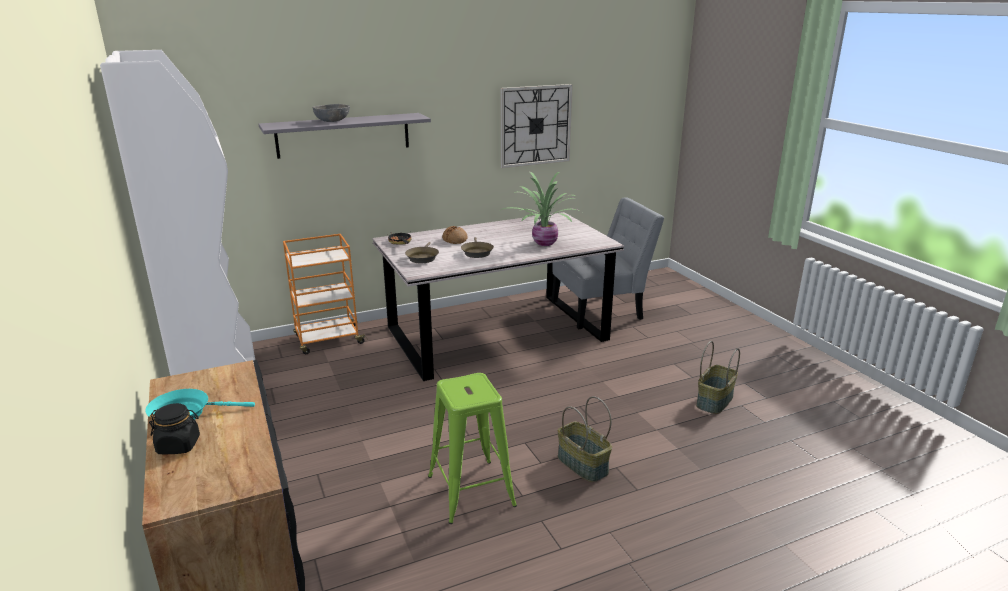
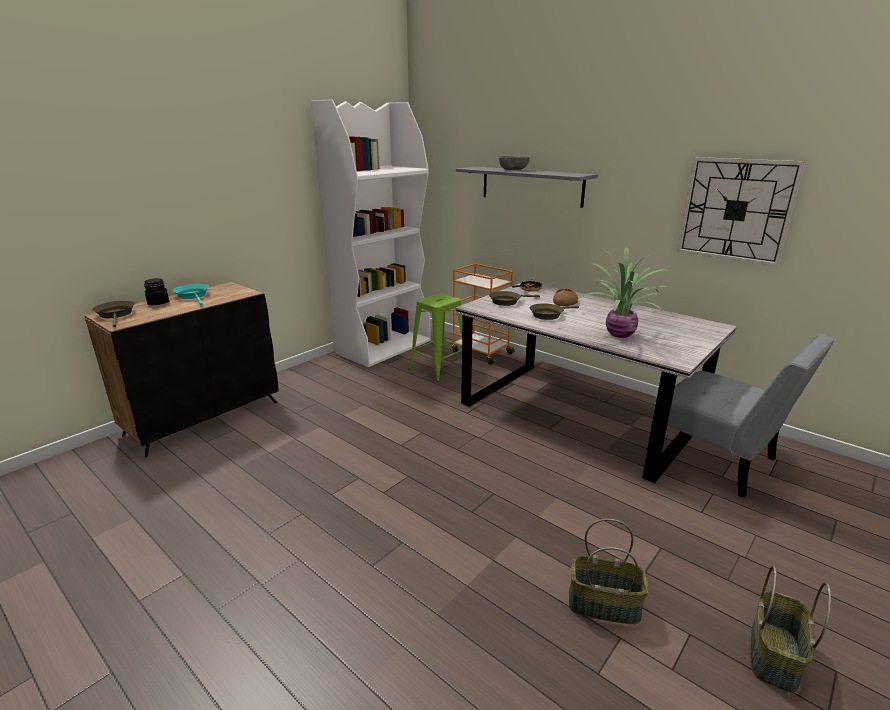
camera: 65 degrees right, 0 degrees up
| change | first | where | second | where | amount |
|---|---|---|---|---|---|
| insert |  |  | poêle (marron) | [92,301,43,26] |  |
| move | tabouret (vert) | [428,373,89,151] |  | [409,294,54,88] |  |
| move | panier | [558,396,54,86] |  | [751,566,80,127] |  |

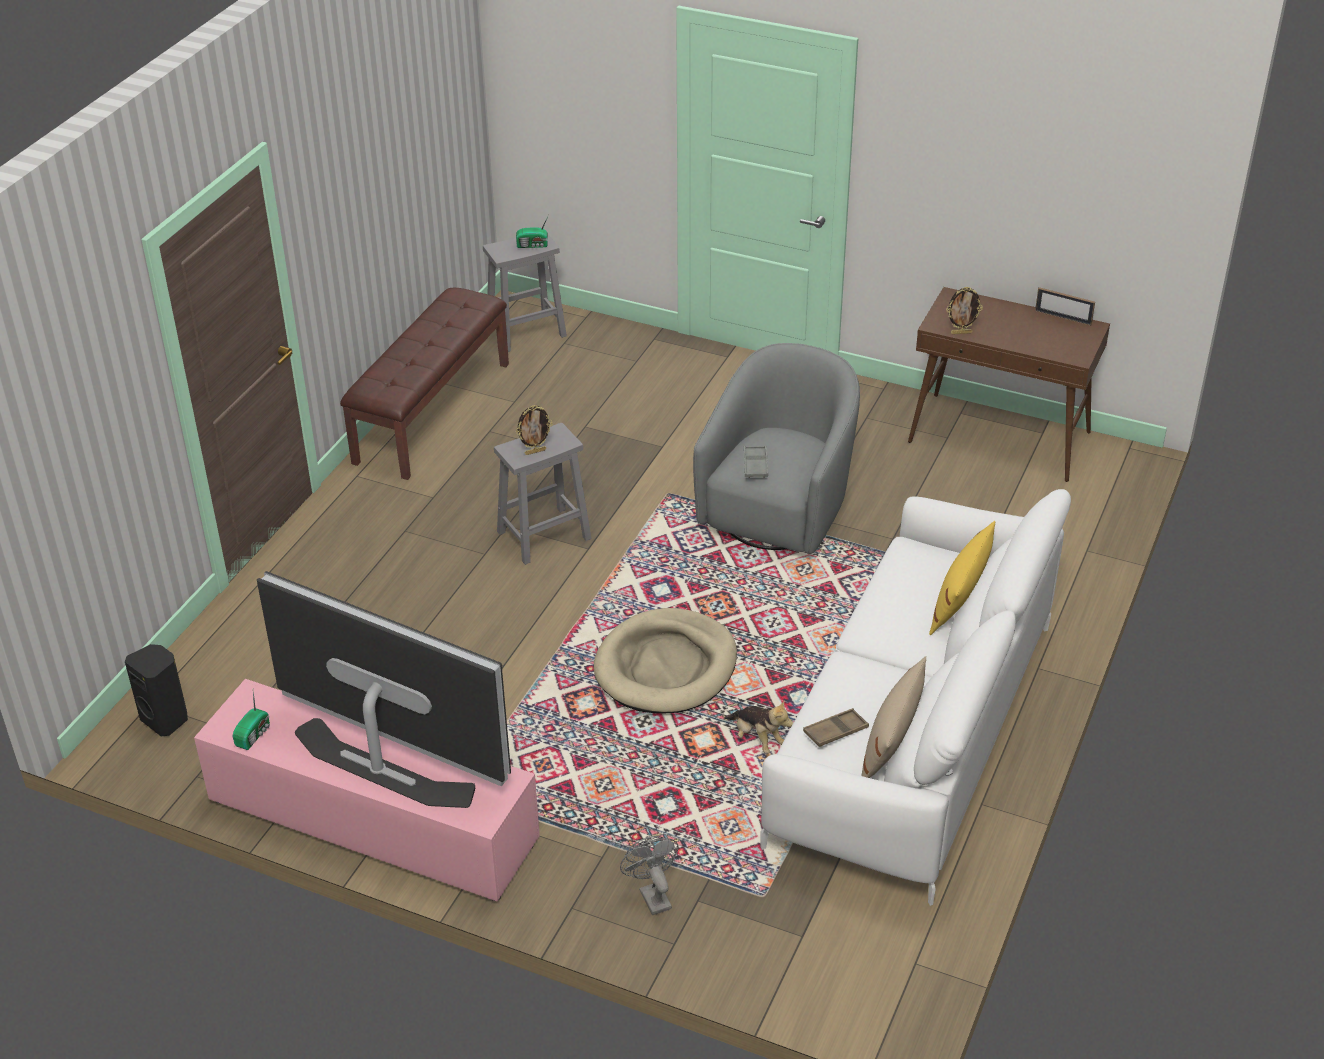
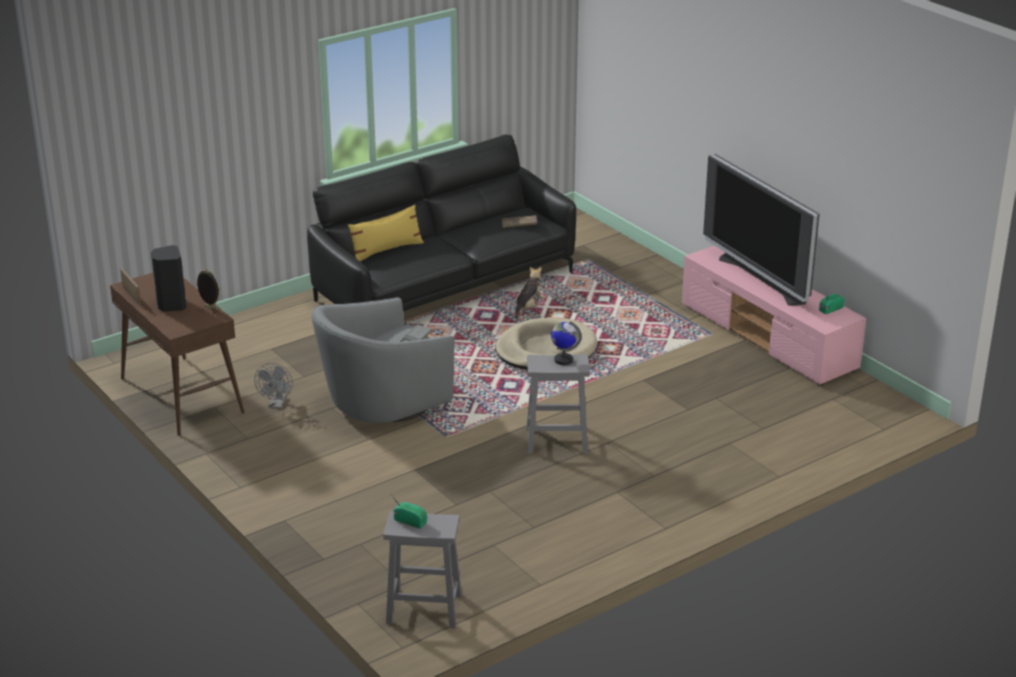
camera: 150 degrees left, 10 degrees down
| change | first | where | second | where | amount |
|---|---|---|---|---|---|
| delete | banc (marron) | [340,288,169,192] |  |  |  |
| delete | coussin (beige) | [861,656,65,122] |  |  |  |
| move | enceinte (noir) | [125,644,63,92] |  | [151,245,35,67] |  |
| move | ventilateur (gris) | [620,836,58,79] |  | [254,363,39,46] |  |
| replace | cadre photo | [516,405,37,50] | globe | [551,321,31,44] |  |
| recolor | canapé (blanc) | [760,489,311,417] | canapé (noir) | [307,134,269,177] |  |
| rotate | peluche | [725,701,68,53] |  | [515,267,30,52] | 45 degrees clockwise |

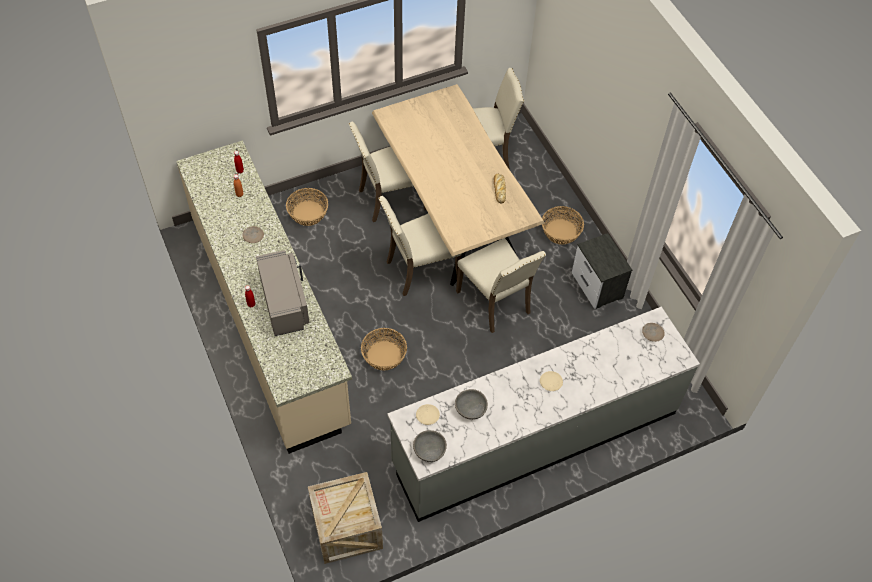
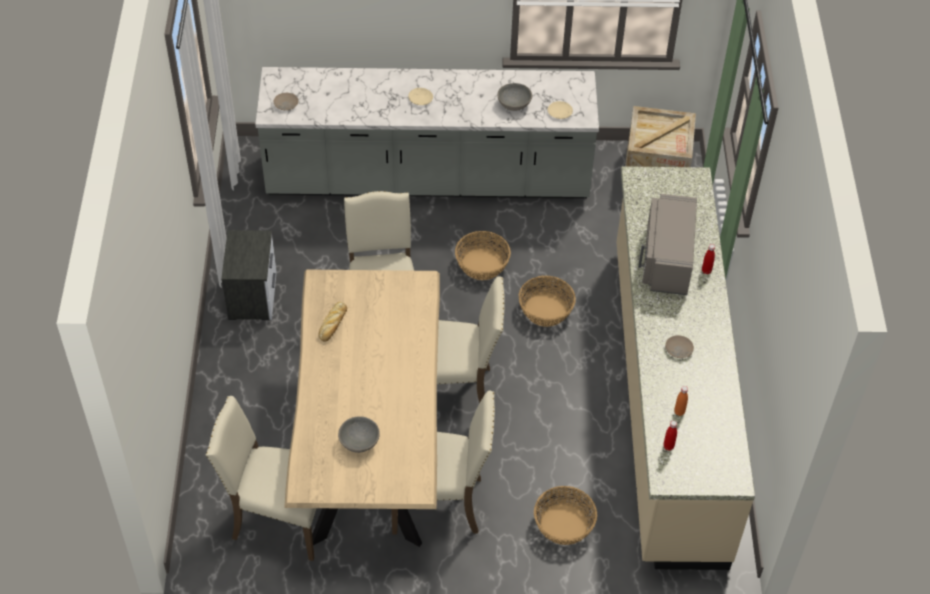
camera: 155 degrees left, 5 degrees down
| change | first | where | second | where | amount |
|---|---|---|---|---|---|
| move | bol (gris) | [413,430,34,32] |  | [338,416,42,37] |  |
| move | panier | [542,206,42,39] |  | [455,231,56,49] |  |

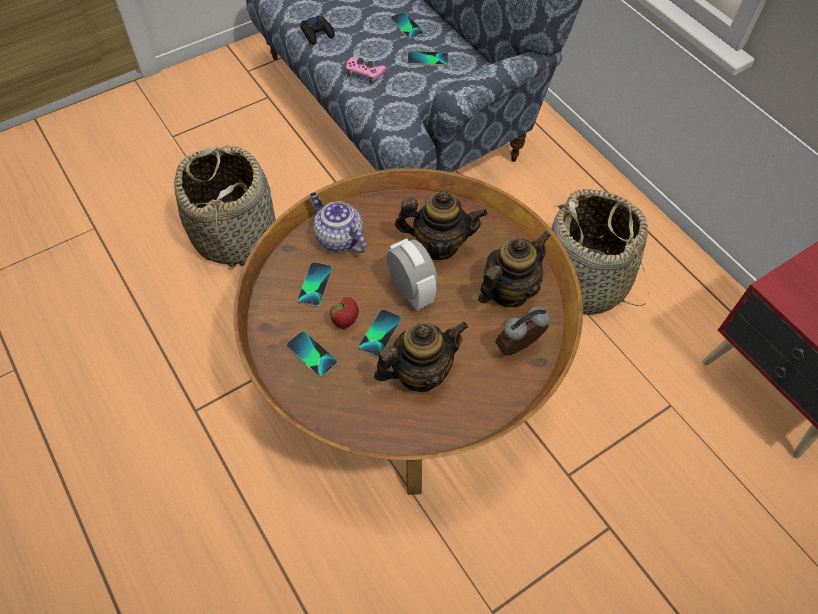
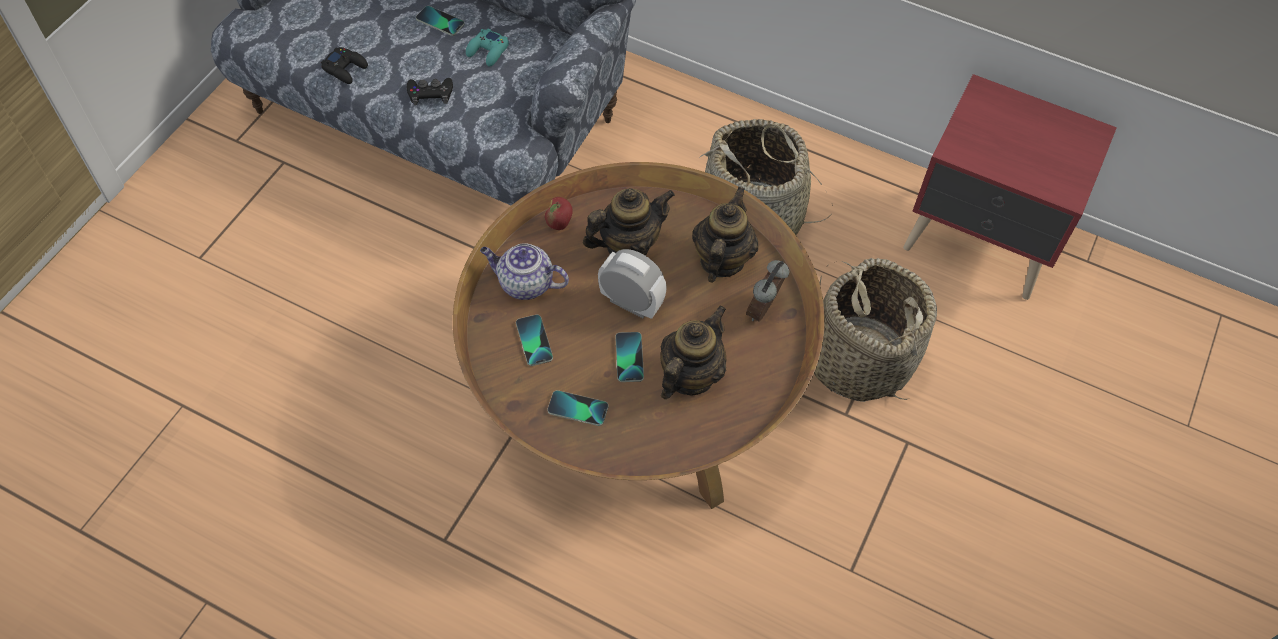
camera: 30 degrees left, 0 degrees up
| change | first | where | second | where | amount |
|---|---|---|---|---|---|
| move | panier | [174,145,102,125] |  | [814,258,123,144] |  |
| move | pomme | [330,297,29,32] |  | [545,197,28,33] |  |
| replace | téléphone | [408,51,40,15] | manette (turquoise) | [466,29,43,38] |  |
| recolor | manette (rose) | [346,57,40,27] | manette (noir) | [407,78,46,27] |  |

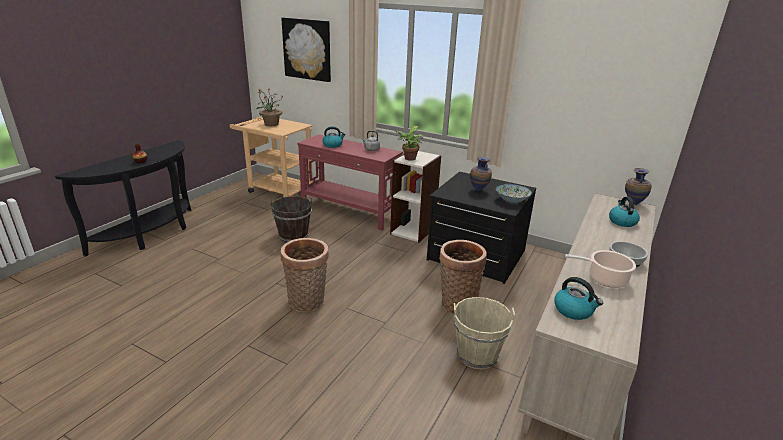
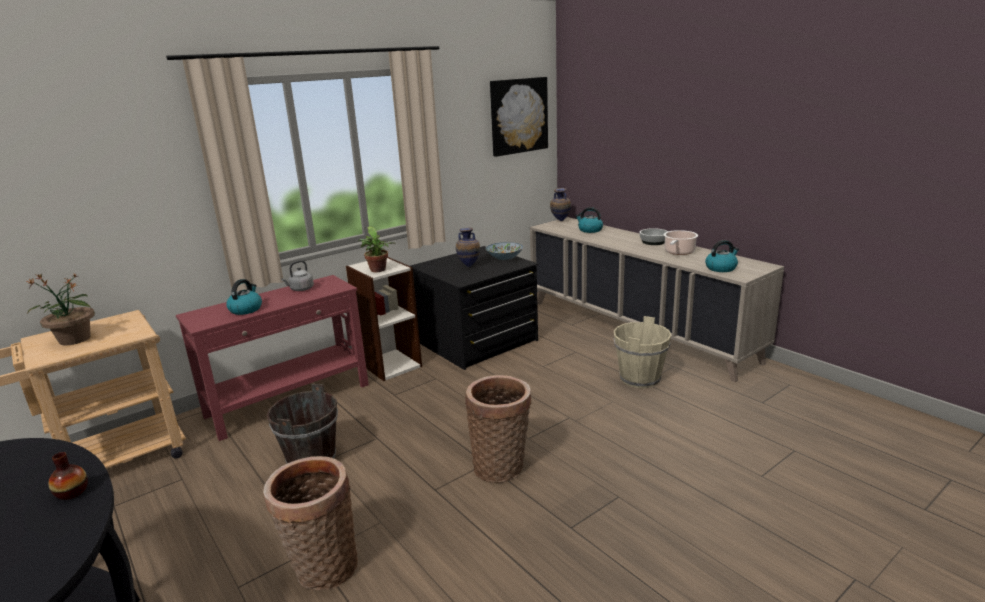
camera: 65 degrees left, 5 degrees down
| change | first | where | second | where | amount |
|---|---|---|---|---|---|
| move | tableau | [281,18,50,64] |  | [490,77,58,80] |  |
| move | panier | [440,240,47,74] |  | [263,456,95,134] |  |

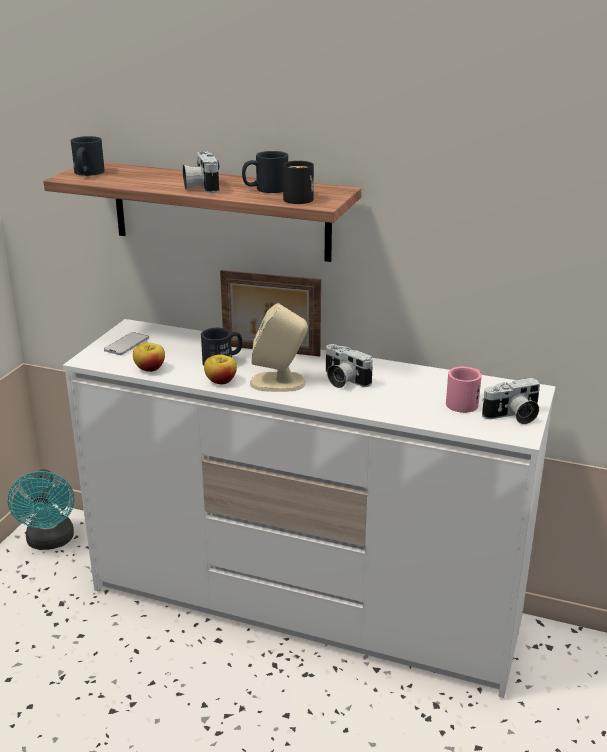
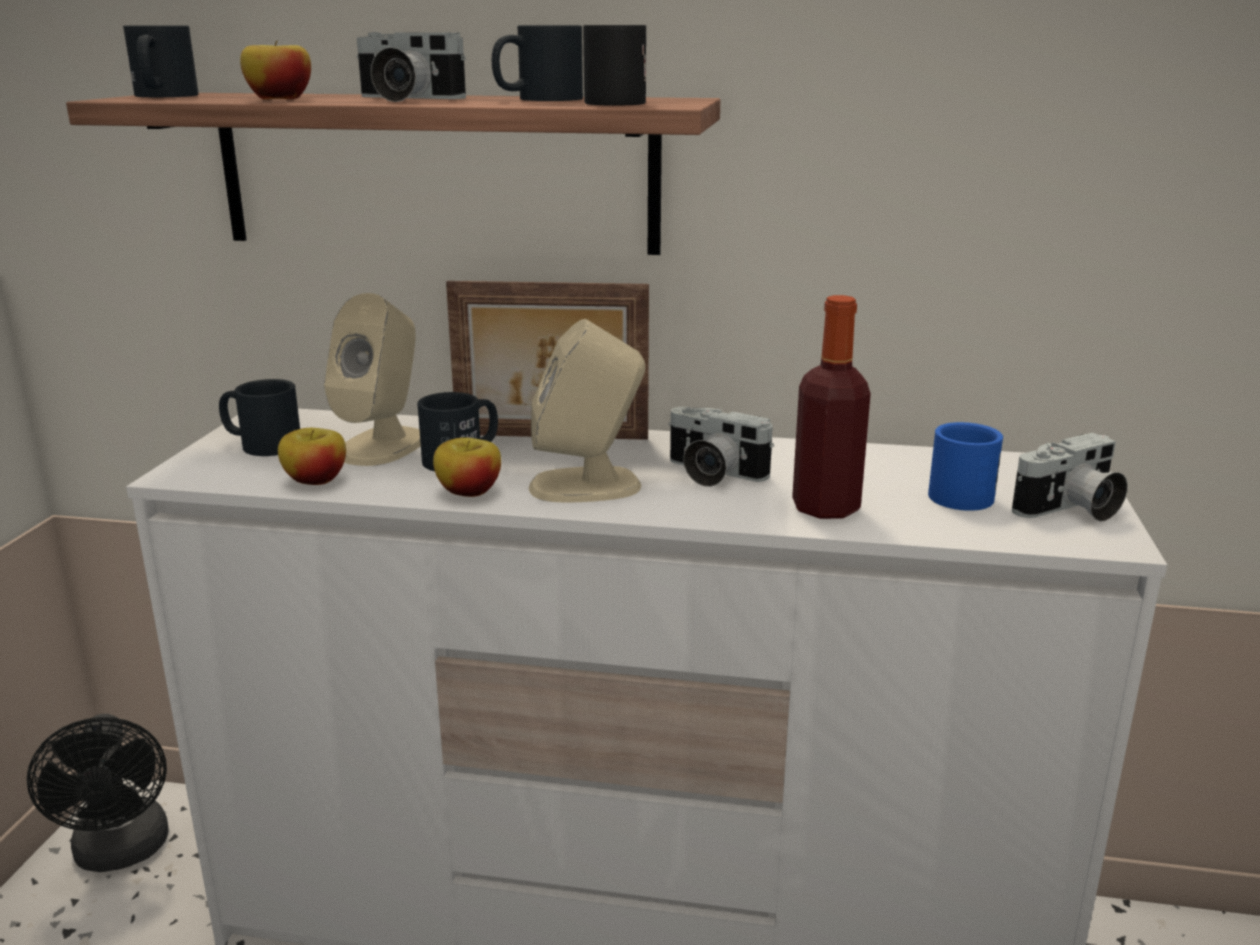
camera: 10 degrees left, 5 degrees down
| change | first | where | second | where | amount |
|---|---|---|---|---|---|
| insert |  |  | pomme | [240,41,71,59] |  |
| insert |  |  | enceinte (beige) | [324,293,97,173] |  |
| insert |  |  | bouteille | [792,295,79,224] |  |
| replace | téléphone | [104,332,45,23] | mug (noir) | [219,379,81,77] |  |
| recolor | ventilateur (turquoise) | [7,469,68,81] | ventilateur (noir) | [27,714,142,158] |  |
| recolor | mug (rose) | [446,367,36,46] | mug (bleu) | [928,422,75,89] |  |
| rotate | appareil photo | [183,151,36,43] |  | [356,32,110,70] | 45 degrees counterclockwise |

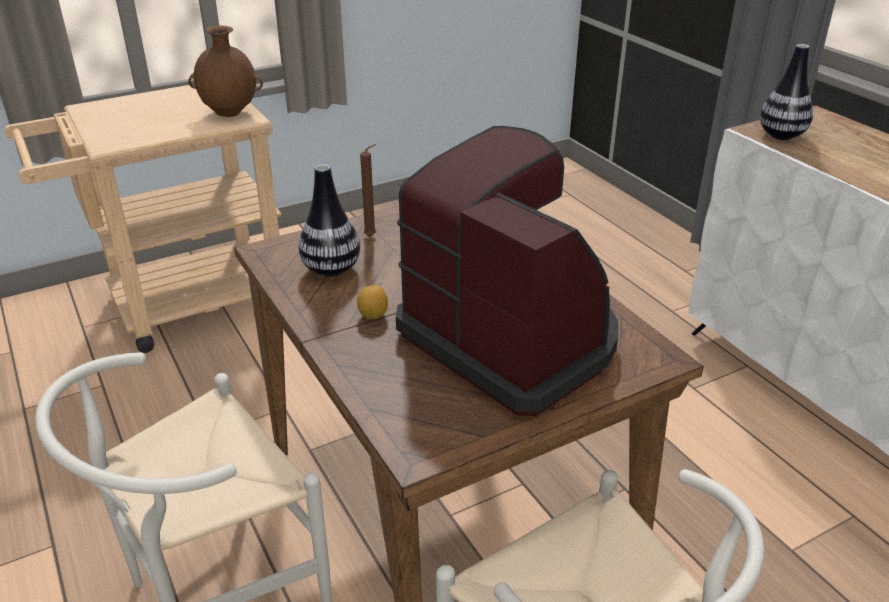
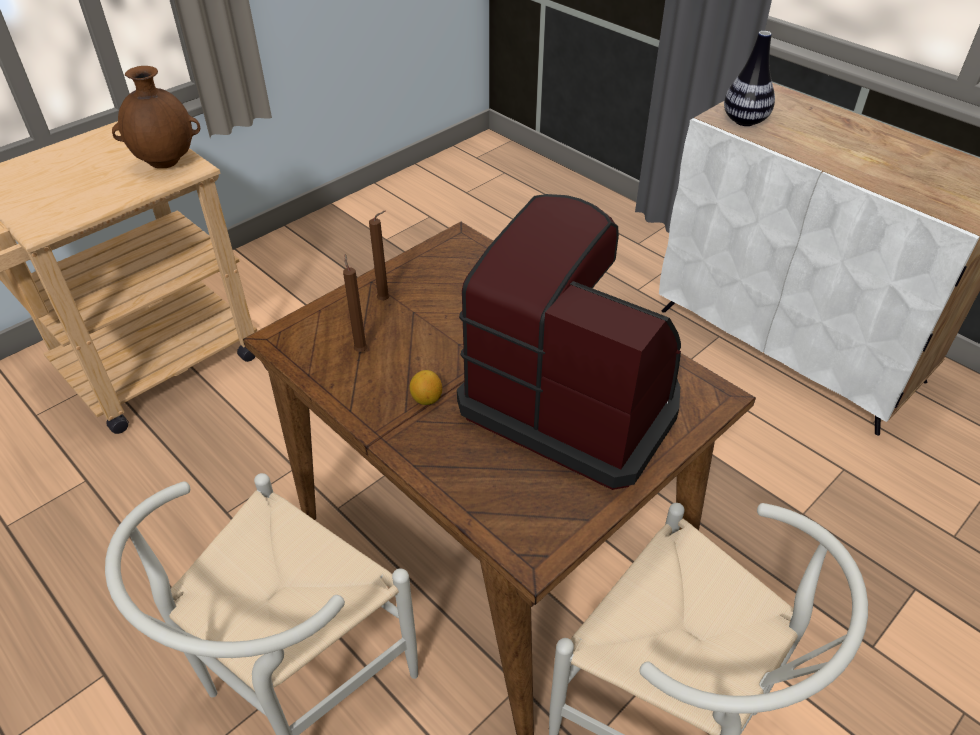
camera: 15 degrees left, 10 degrees up
| change | first | where | second | where | amount |
|---|---|---|---|---|---|
| replace | vase | [299,164,61,113] | bougie (marron) | [343,254,25,98] |  |

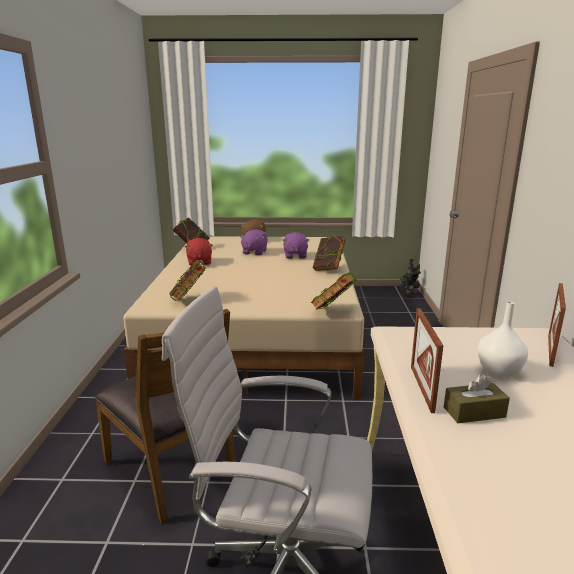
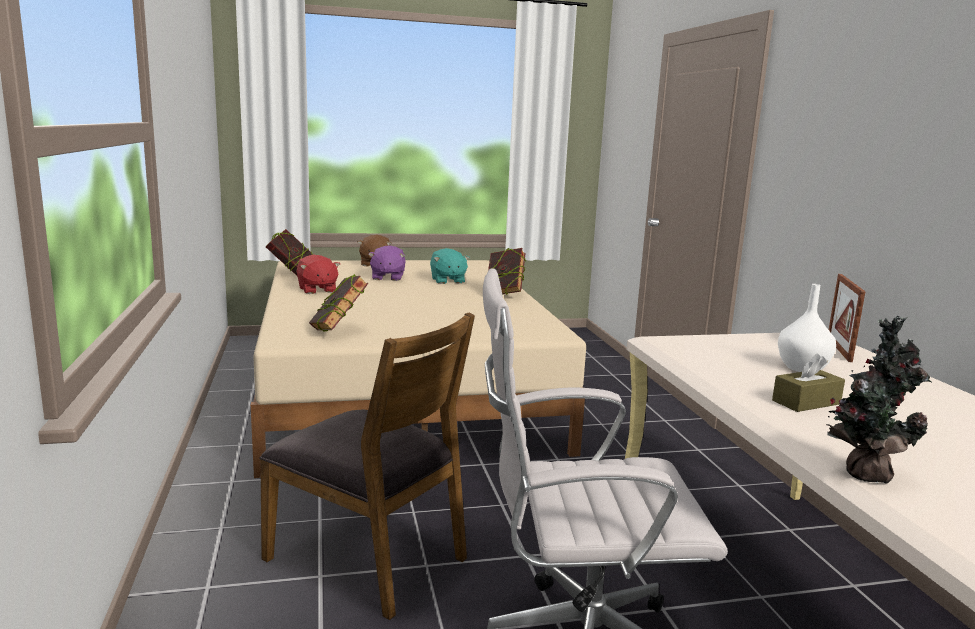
camera: 15 degrees left, 5 degrees down
| change | first | where | second | where | amount |
|---|---|---|---|---|---|
| delete | livre | [311,272,46,38] |  |  |  |
| delete | cadre photo | [411,308,32,105] |  |  |  |
| move | plante en pot | [399,259,22,38] |  | [826,315,105,168] |  |
| recolor | peluche (violet) | [283,232,26,27] | peluche (turquoise) | [430,248,40,36] |  |

